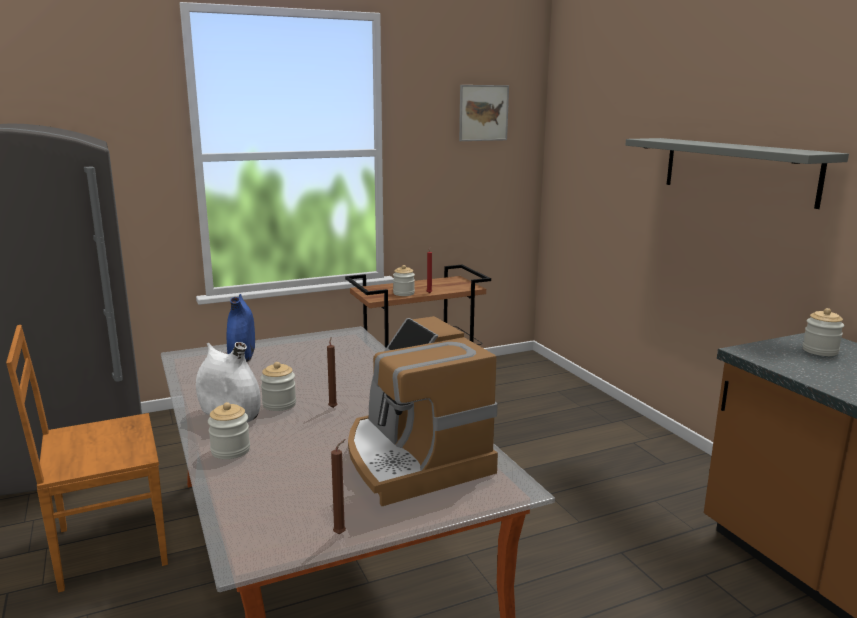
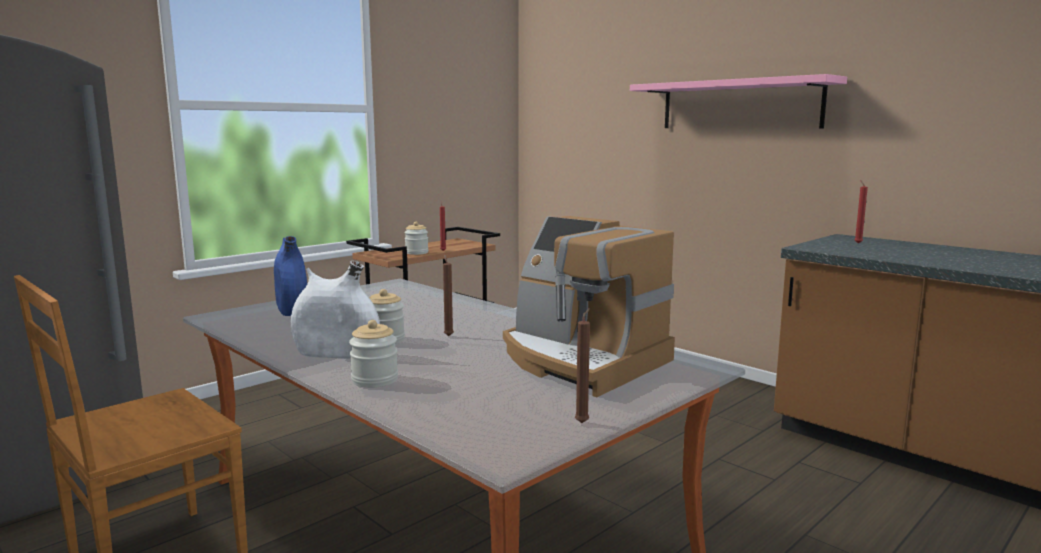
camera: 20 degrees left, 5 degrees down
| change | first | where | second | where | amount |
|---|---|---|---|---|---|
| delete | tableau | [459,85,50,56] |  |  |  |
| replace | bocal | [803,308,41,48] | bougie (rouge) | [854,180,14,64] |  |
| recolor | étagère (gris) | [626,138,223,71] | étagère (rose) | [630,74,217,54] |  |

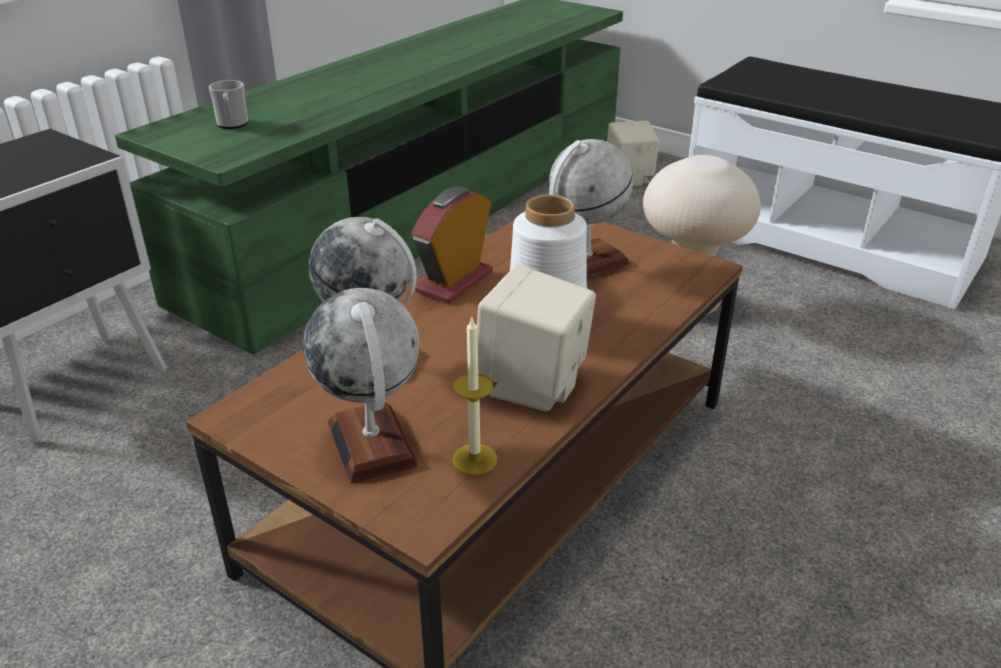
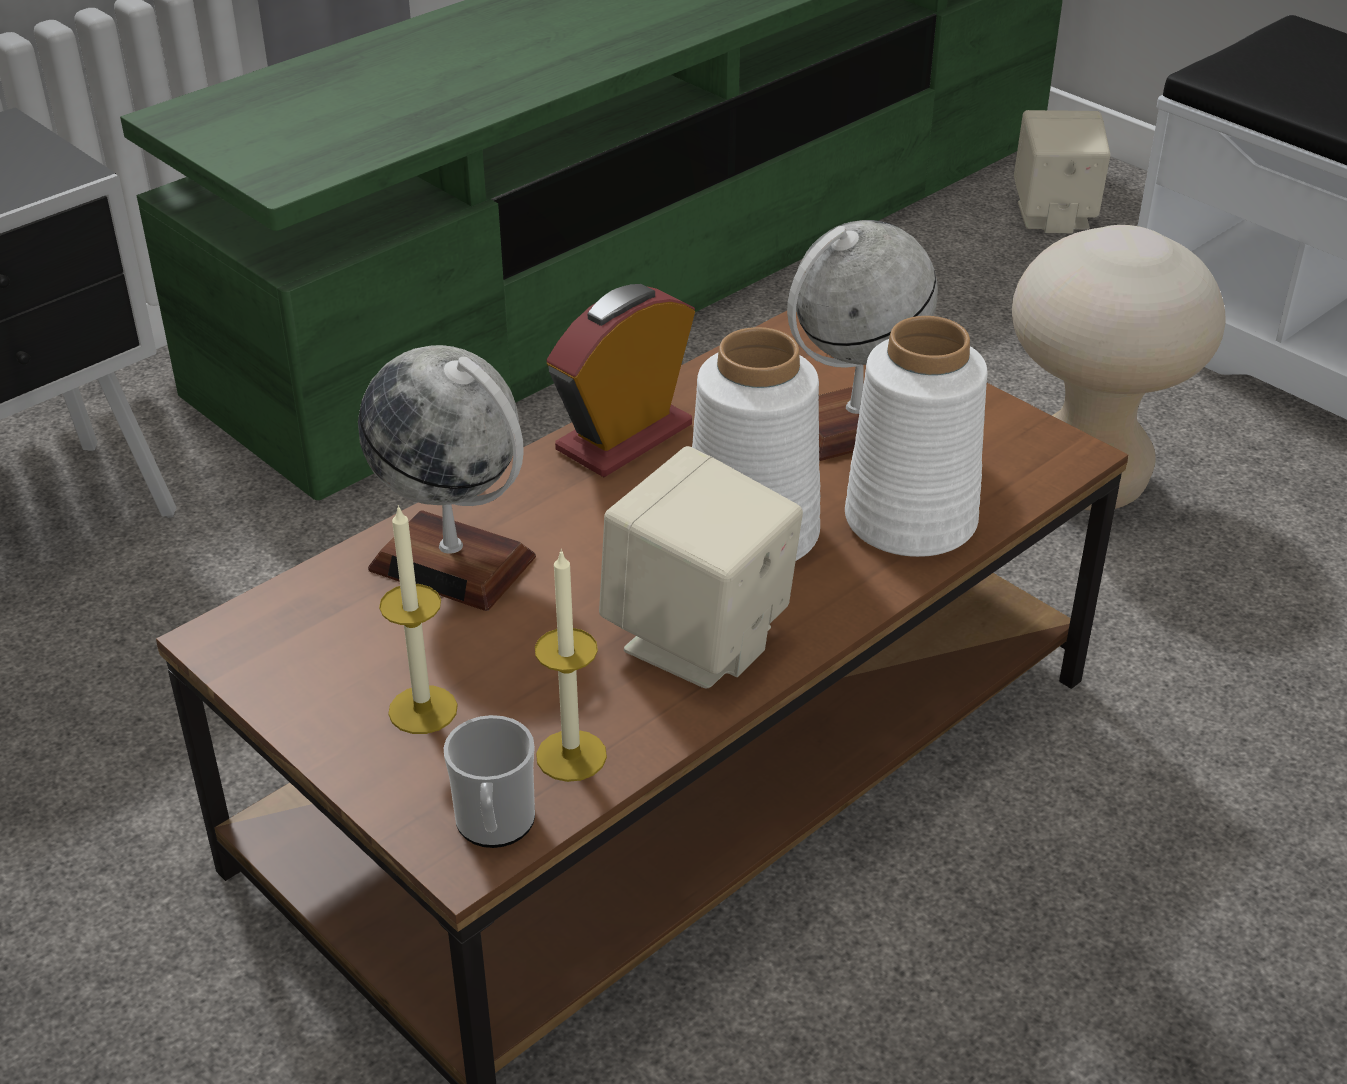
camera: 10 degrees right, 5 degrees up
| change | first | where | second | where | amount |
|---|---|---|---|---|---|
| insert |  |  | vase (blanc) | [845,316,143,241] |  |
| move | mug | [209,80,39,49] |  | [444,715,91,133] |  |
| replace | globe | [303,288,116,196] | bougie | [379,505,79,229] |  |

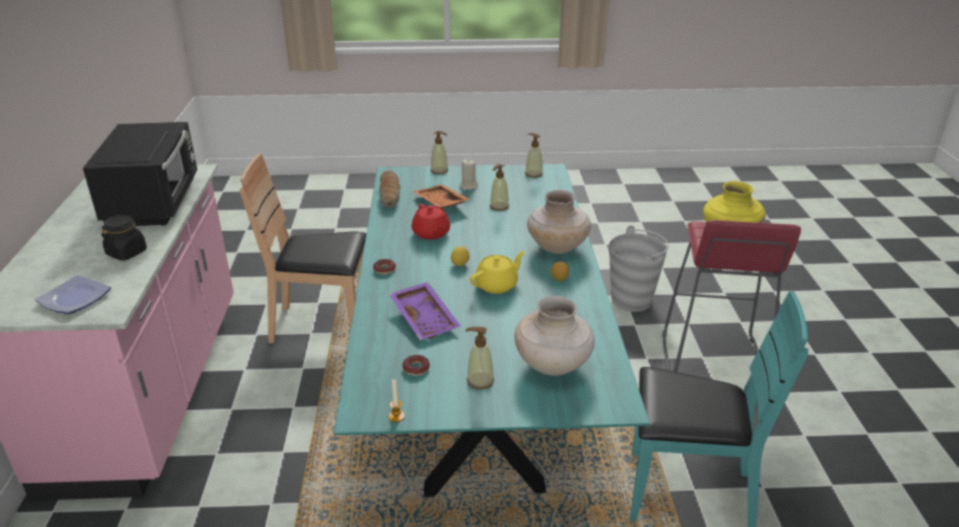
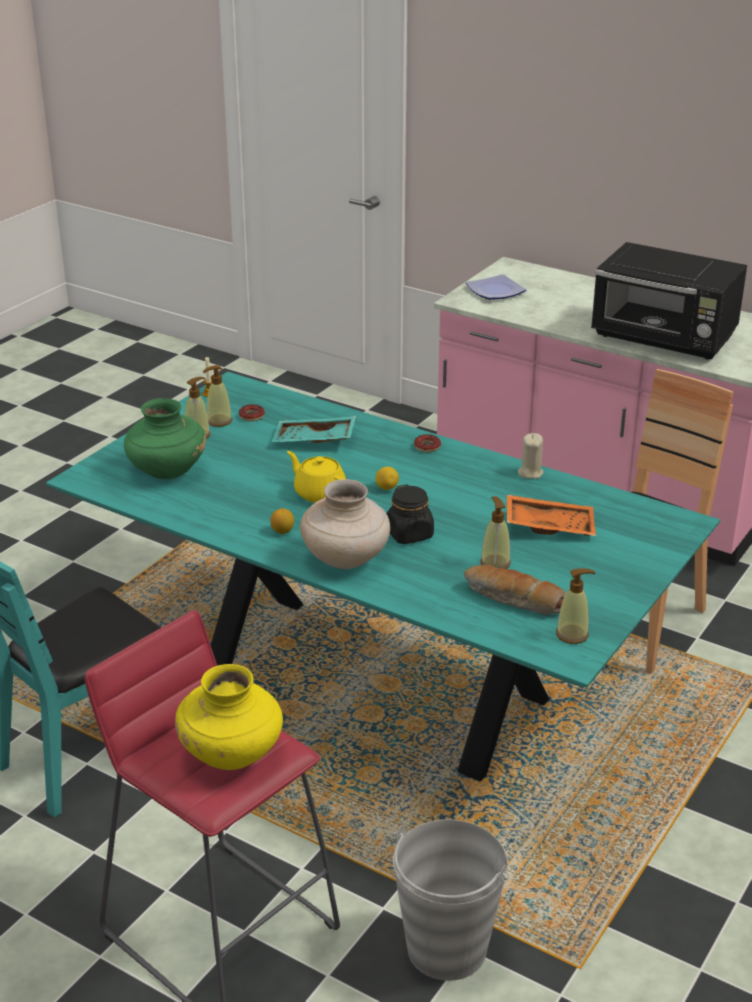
camera: 125 degrees right, 0 degrees up
| change | first | where | second | where | amount |
|---|---|---|---|---|---|
| delete | théière (rouge) | [412,204,38,36] |  |  |  |
| move | bocal (noir) | [101,215,46,46] |  | [387,484,47,60] |  |
| move | pain | [379,171,22,37] |  | [464,565,102,50] |  |
| move | distributeur de savon | [430,131,18,43] |  | [203,365,29,62] |  |
| move | bougie (beige) | [459,159,19,31] |  | [518,433,25,46] |  |
| recolor | plateau (violet) | [389,282,72,58] | plateau (turquoise) | [271,416,85,27] |  |
| recolor | vase (beige) | [514,296,81,80] | vase (vert) | [124,398,82,81] |  |
| rotate | théière (jaune) | [470,251,55,43] |  | [287,451,59,52] | 135 degrees clockwise |

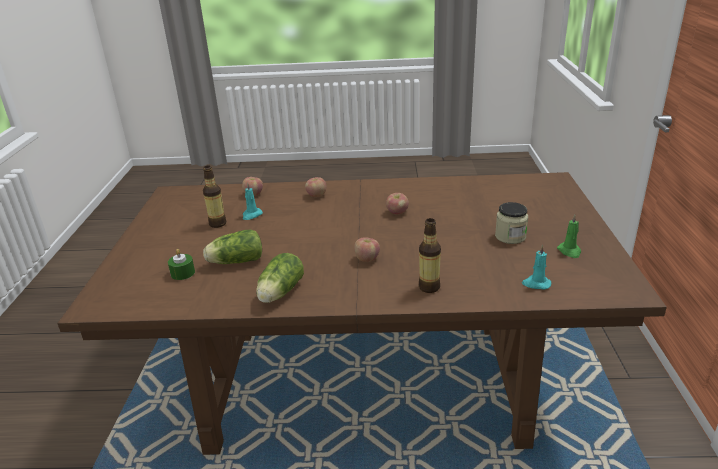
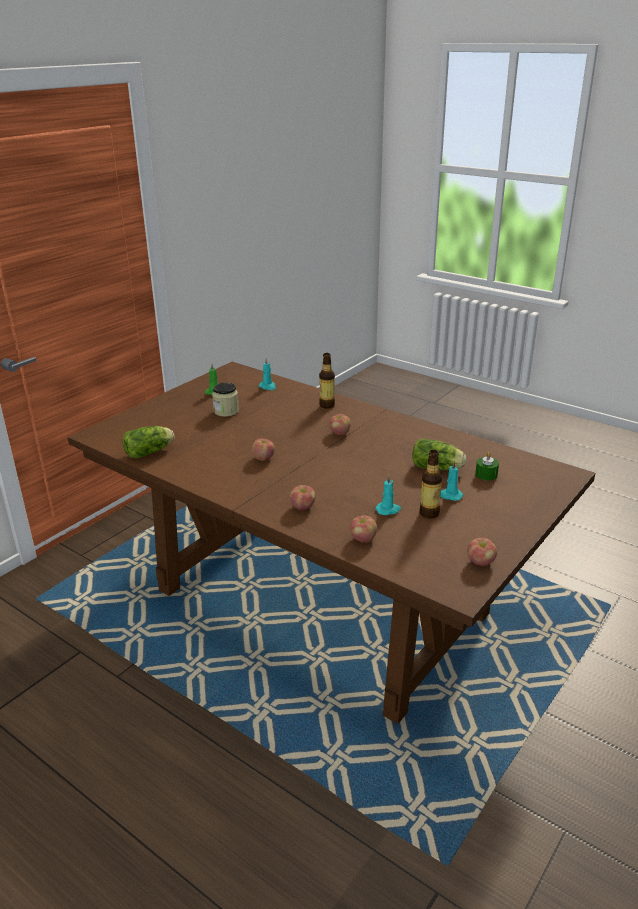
camera: 145 degrees left, 0 degrees up
| change | first | where | second | where | amount |
|---|---|---|---|---|---|
| insert |  |  | bougie (turquoise) | [440,461,23,40] |  |
| insert |  |  | pomme | [467,538,30,28] |  |
| move | laitue | [256,253,48,50] |  | [123,426,52,32] |  |

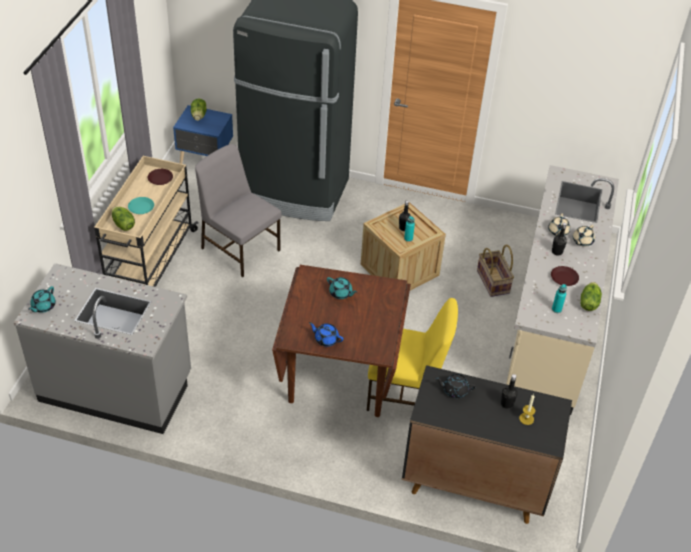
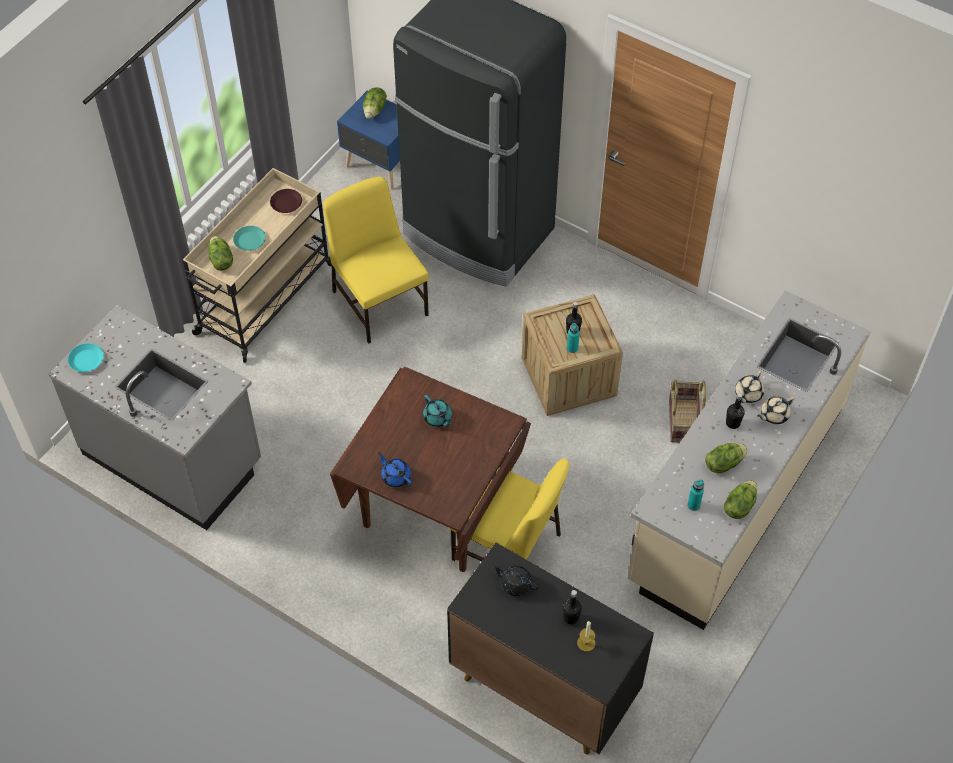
camera: 20 degrees right, 10 degrees up
| change | first | where | second | where | amount |
|---|---|---|---|---|---|
| replace | théière (turquoise) | [28,286,28,27] | assiette (turquoise) | [68,343,36,29] |  |
| replace | assiette (marron) | [551,266,28,20] | laitue | [705,443,43,30] |  |
| recolor | chaise (gris) | [195,144,87,133] | chaise (jaune) | [323,176,106,168] |  |

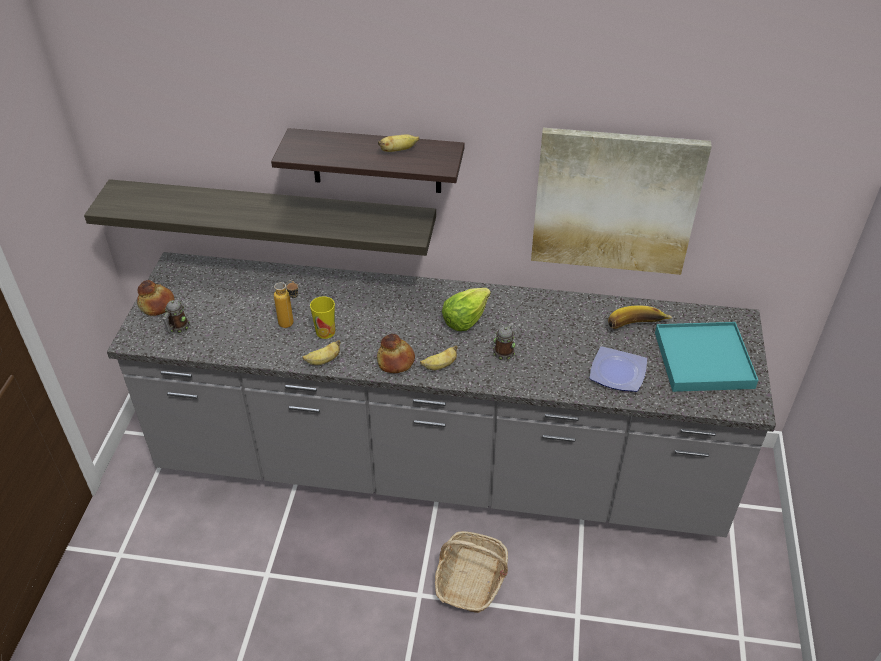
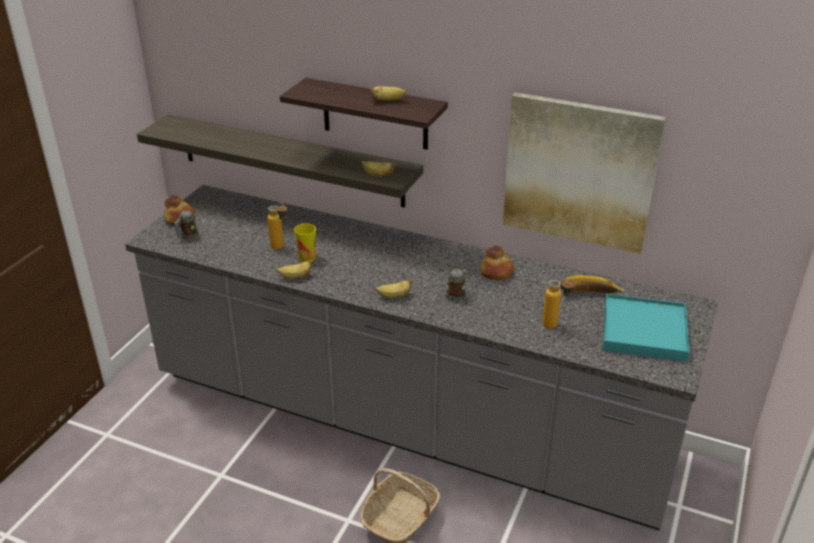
camera: 15 degrees right, 10 degrees down
| change | first | where | second | where | amount |
|---|---|---|---|---|---|
| delete | laitue | [442,288,49,43] |  |  |  |
| insert |  |  | banane | [361,161,34,15] |  |
| move | pain | [377,334,38,39] |  | [480,246,34,34] |  |
| replace | assiette | [589,346,58,46] | bouteille | [542,278,32,50] |  |

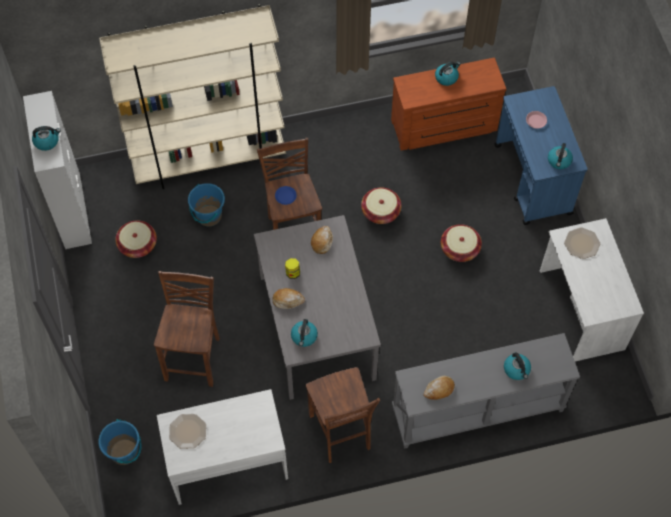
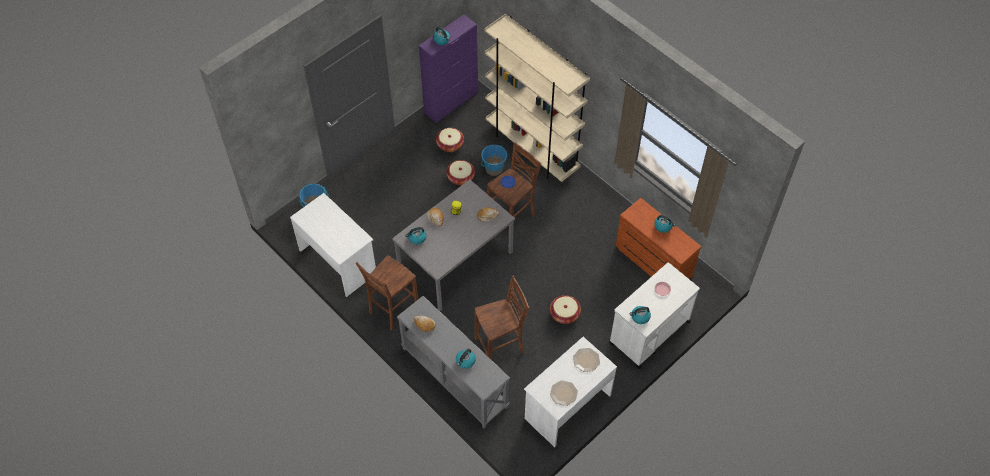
camera: 60 degrees right, 5 degrees down
| change | first | where | second | where | amount |
|---|---|---|---|---|---|
| move | tabouret (marron) | [154,271,66,116] |  | [475,276,55,83] |  |
| move | assiette | [169,414,37,35] |  | [550,380,28,26] |  |
| move | panier | [361,187,41,37] |  | [446,160,29,25] |  |
| recolor | meuble de rangement (blanc) | [23,91,69,158] | meuble de rangement (violet) | [419,15,59,108] |  |
| recolor | chariot (bleu) | [494,86,94,139] | chariot (blanc) | [609,262,91,107] |  |

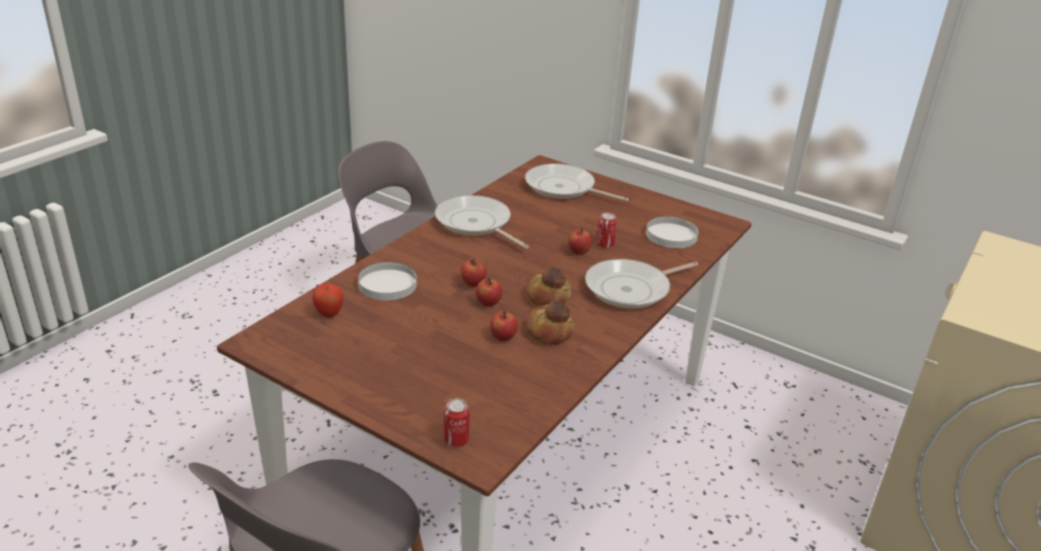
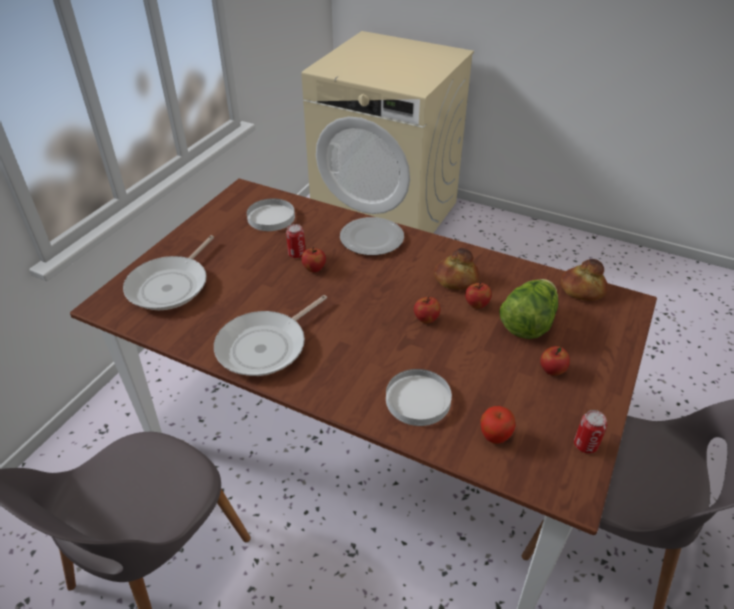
camera: 95 degrees left, 10 degrees up
| change | first | where | second | where | amount |
|---|---|---|---|---|---|
| insert |  |  | laitue | [499,279,59,60] |  |
| move | boîte métallique | [444,398,25,49] |  | [574,410,33,44] |  |
| move | pomme | [461,258,26,29] |  | [540,346,30,30] |  |
| move | pain | [526,267,45,39] |  | [561,259,47,42] |  |
| replace | poêle | [585,259,113,50] | assiette | [340,217,64,38] |  |

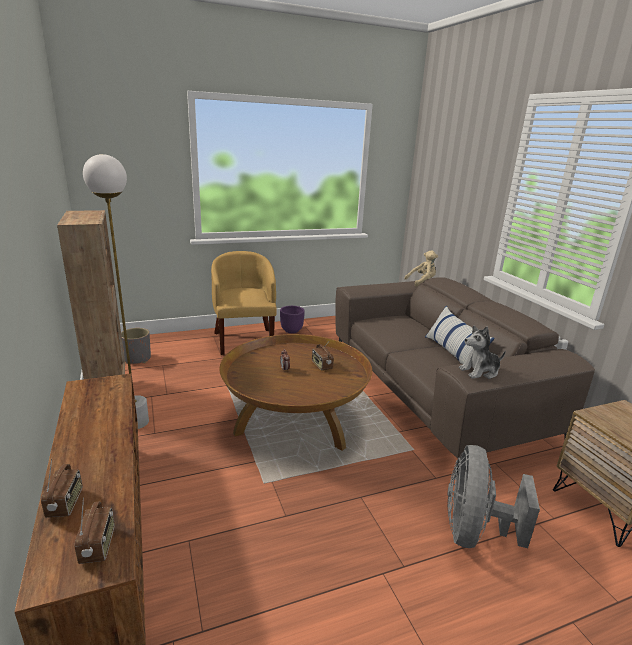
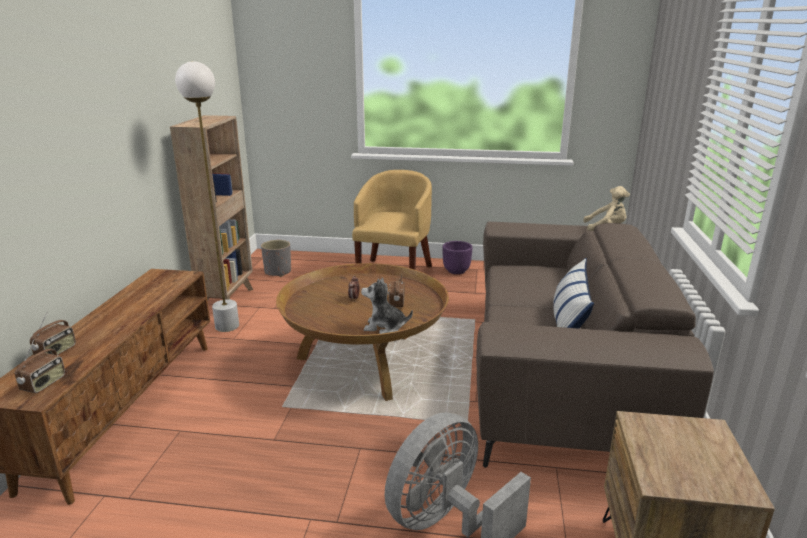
camera: 30 degrees right, 0 degrees up
| change | first | where | second | where | amount |
|---|---|---|---|---|---|
| move | peluche | [459,325,47,54] |  | [361,277,52,57] |  |

